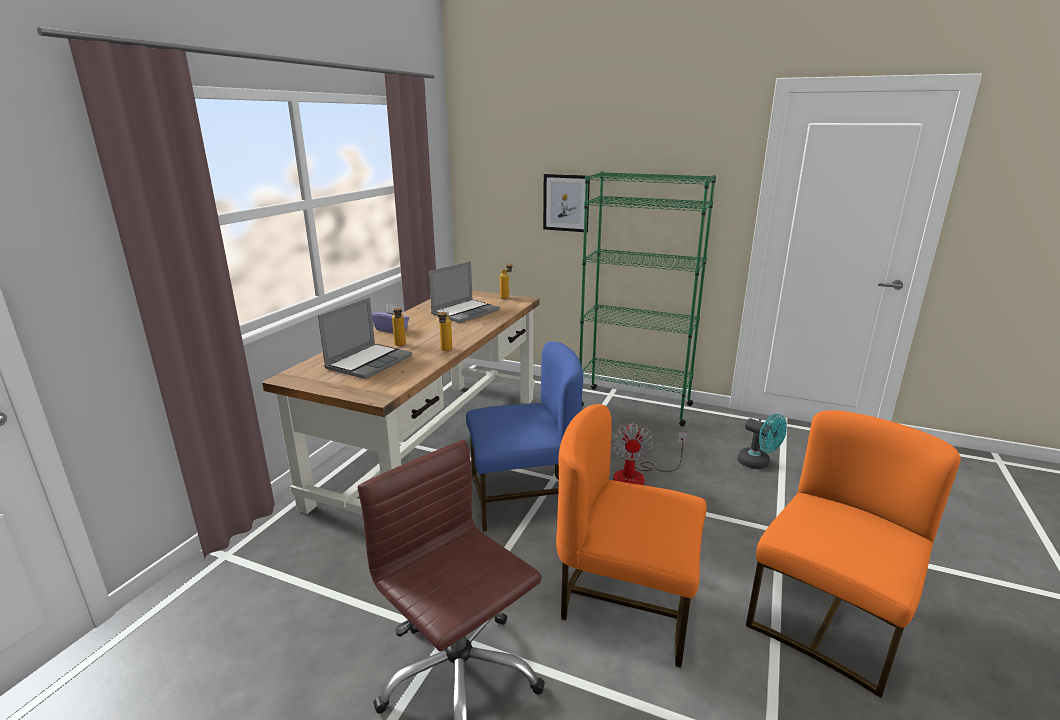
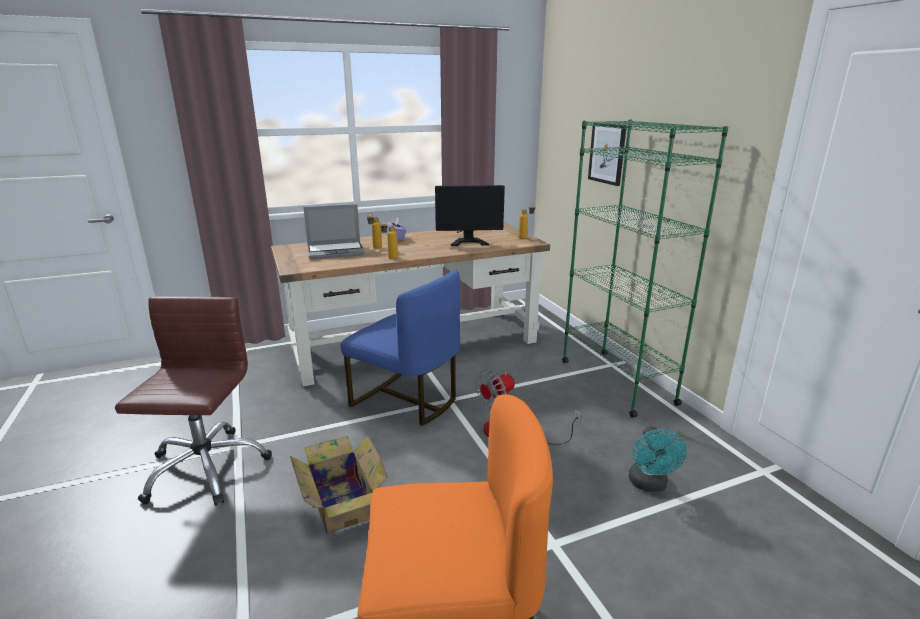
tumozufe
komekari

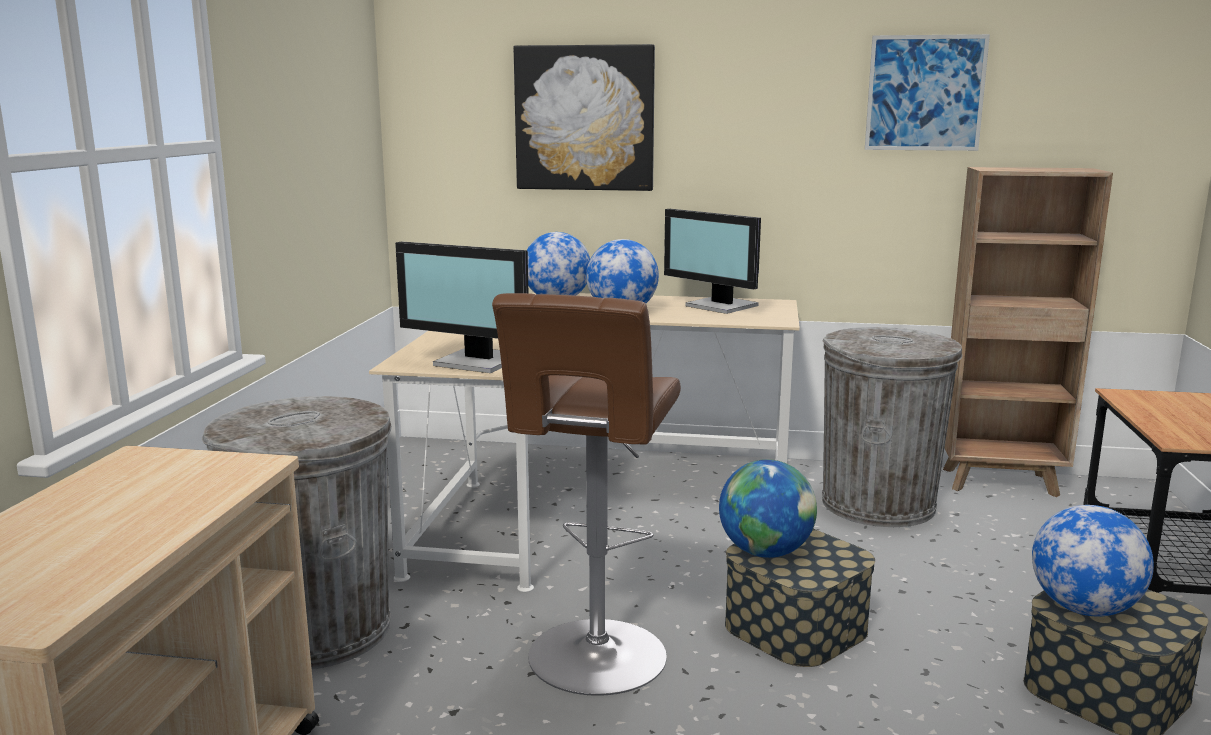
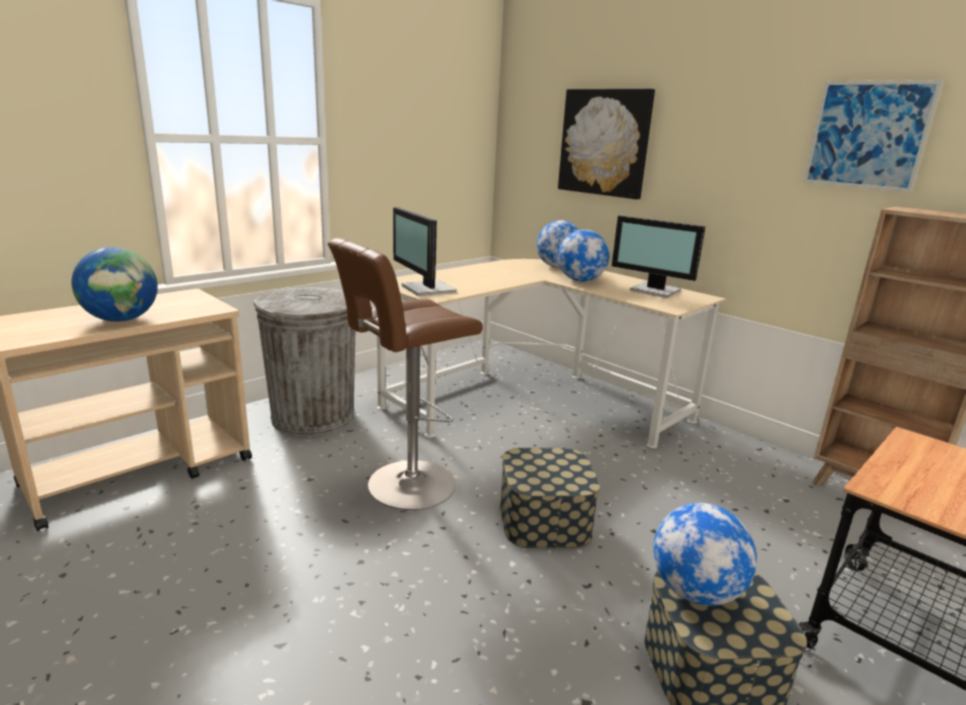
tumozufe (2nd from left)
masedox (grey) (2nd from left in the first image)
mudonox (1st from left)

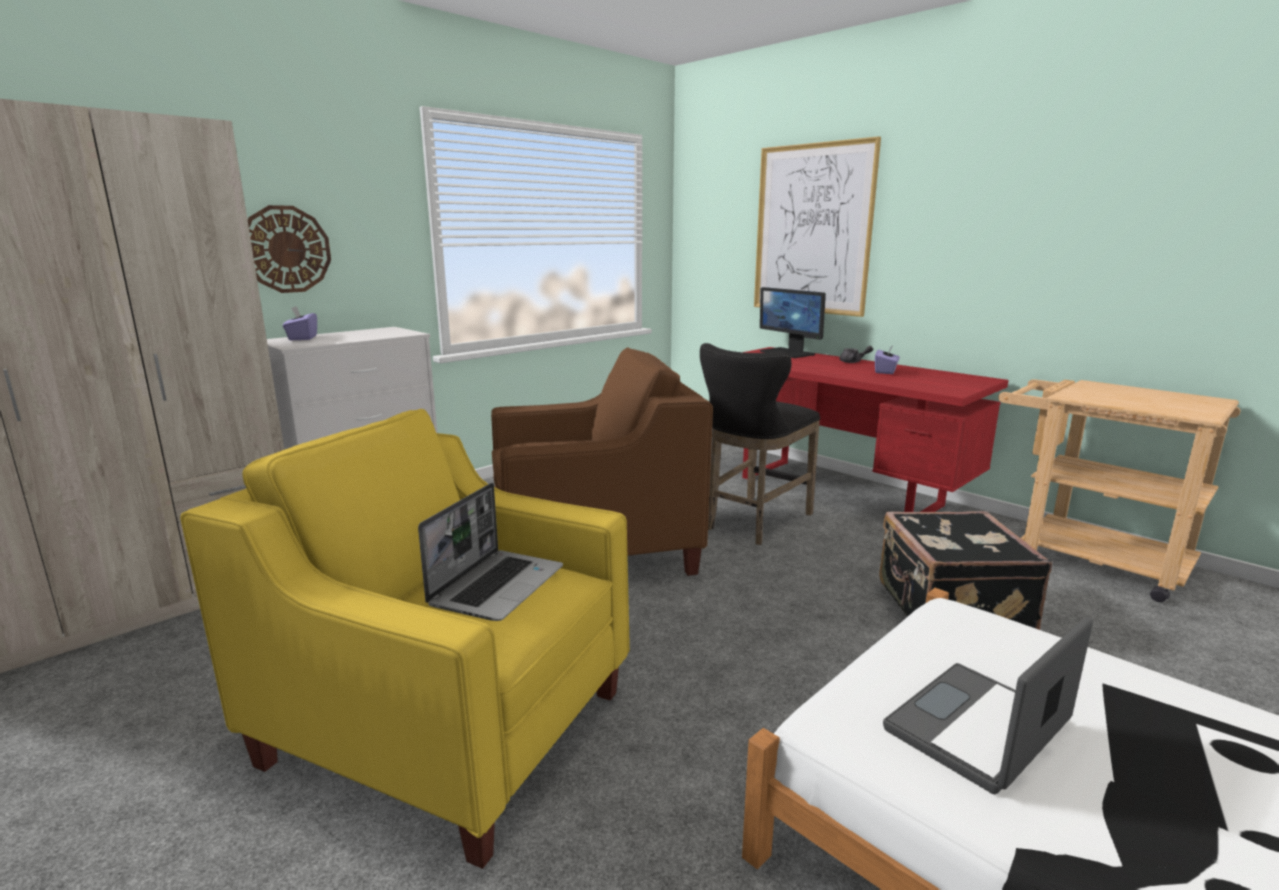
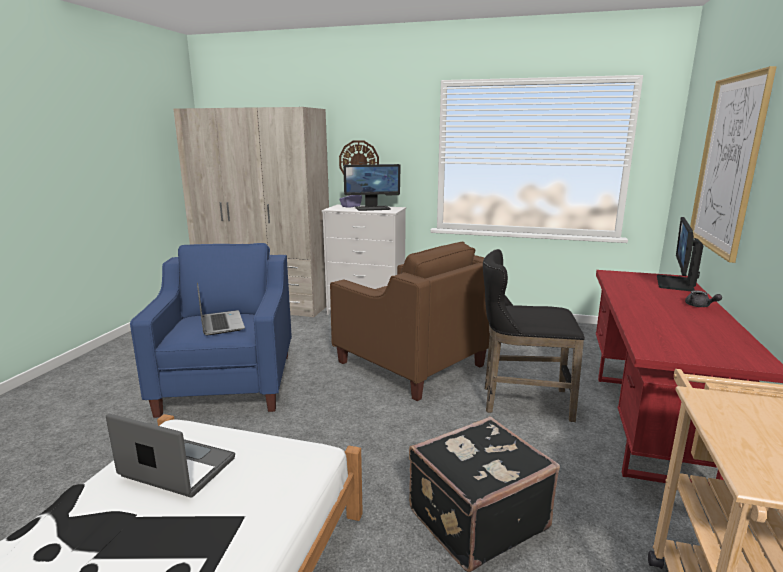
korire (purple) (2nd from left in the first image)
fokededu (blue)
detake (2nd from left)
tumozufe (1st from left)

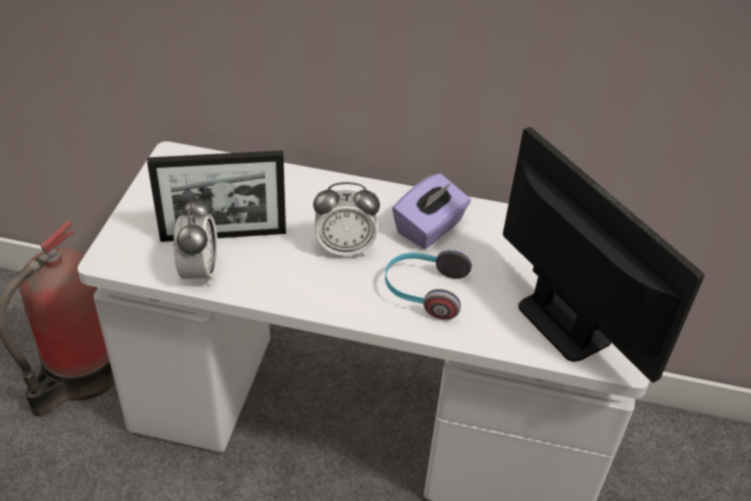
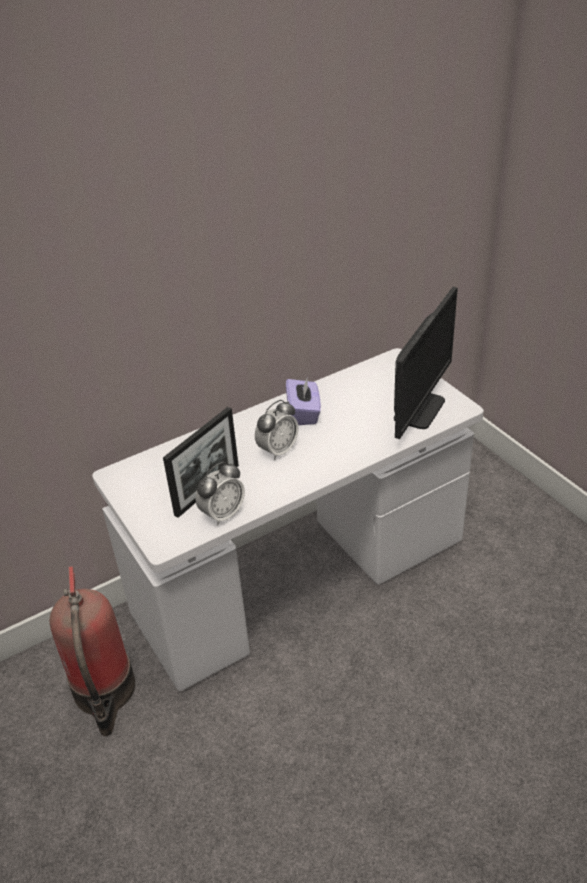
tumozufe
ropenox (1st from left)
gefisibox

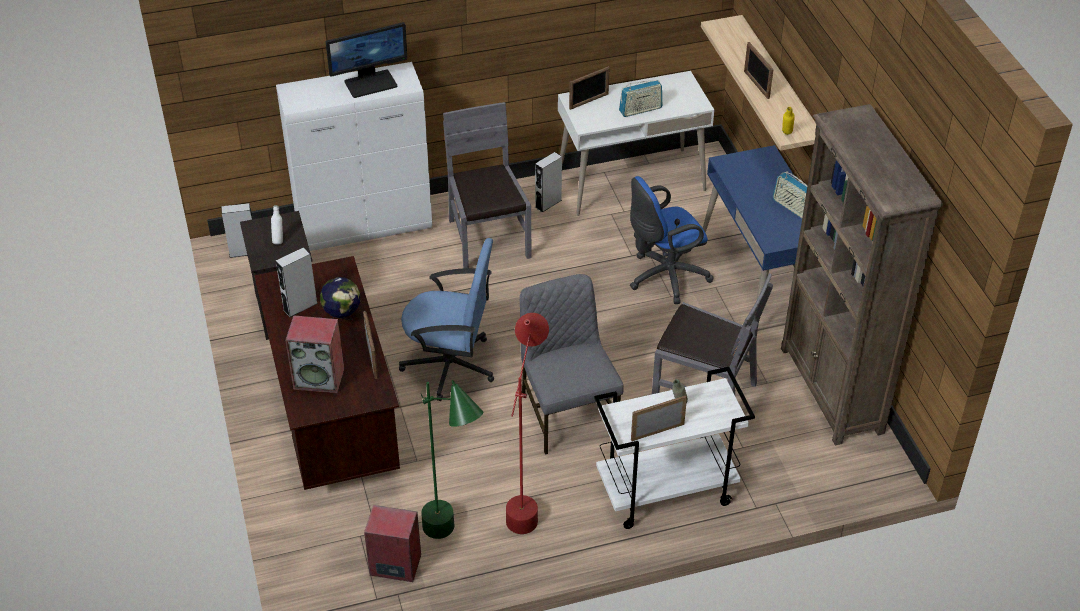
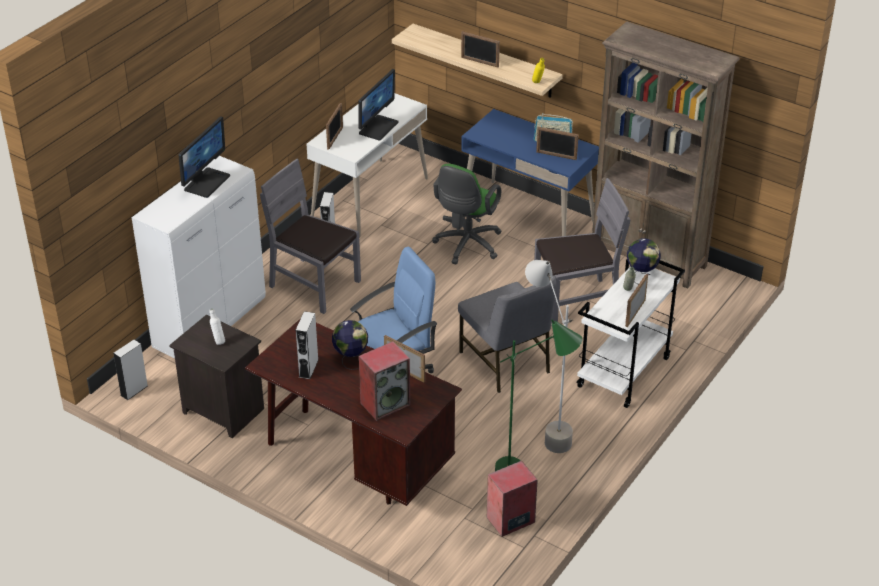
tumozufe (2nd from left)
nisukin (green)
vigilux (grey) (2nd from left)
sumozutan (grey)
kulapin (4th from left)
mudonox (2nd from left)

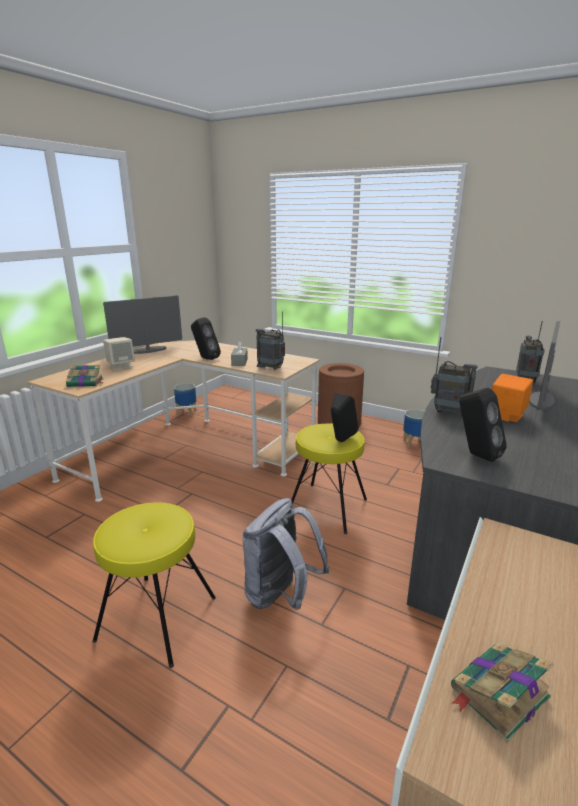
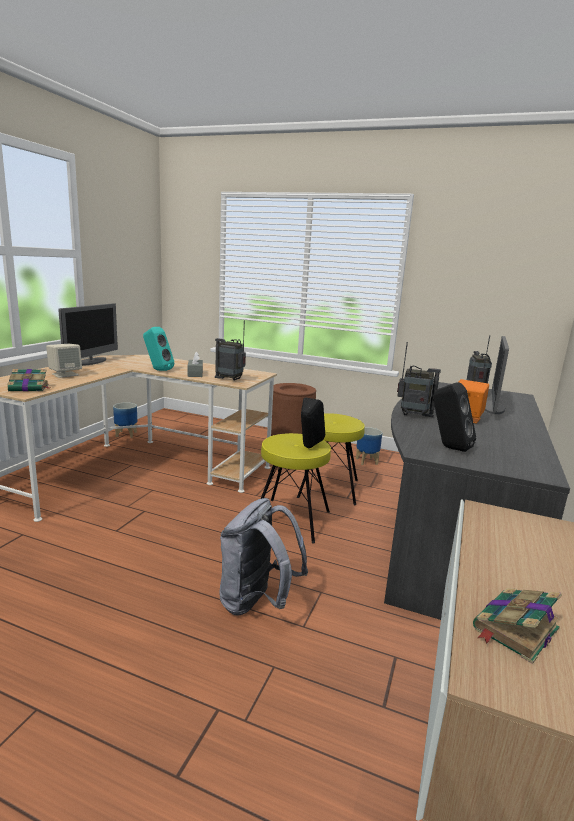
tumozufe (1st from left)
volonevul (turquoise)
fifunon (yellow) (2nd from left)

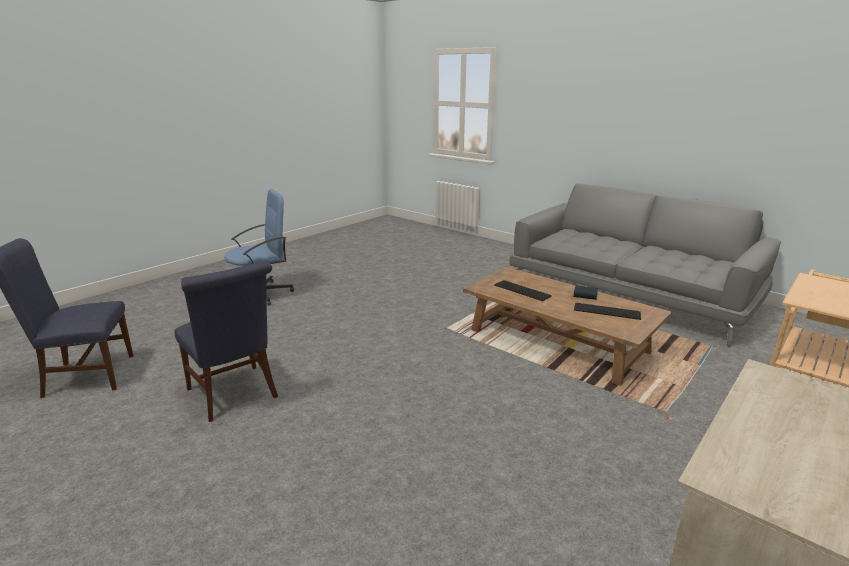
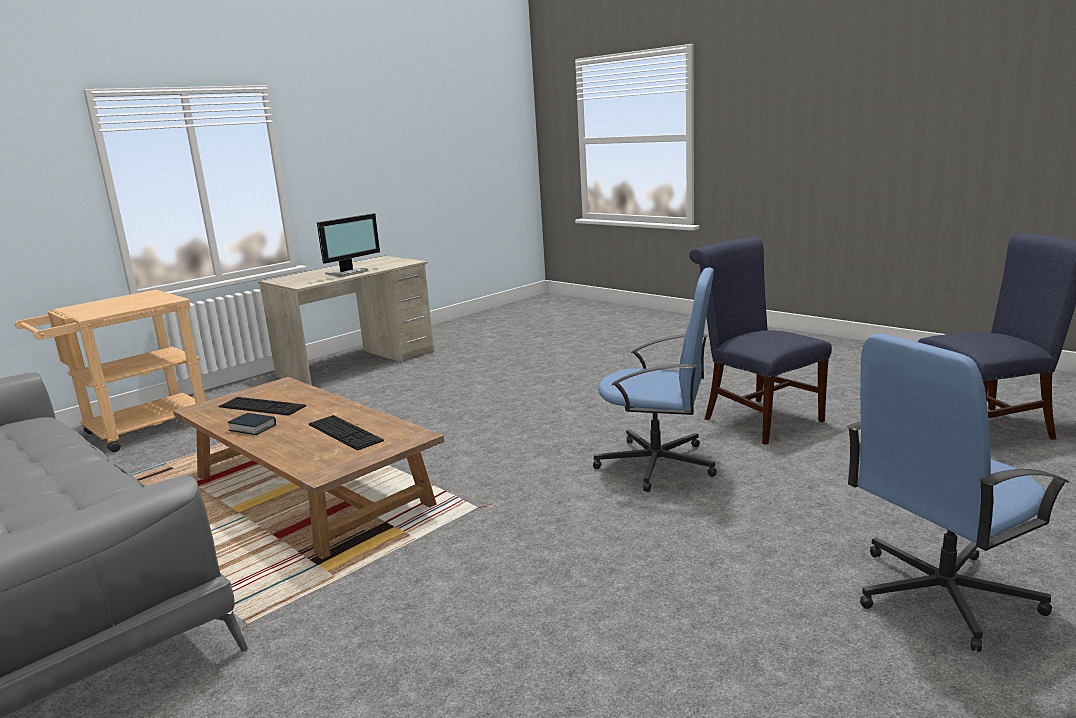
tumozufe
nisukin (blue) (1st from left)

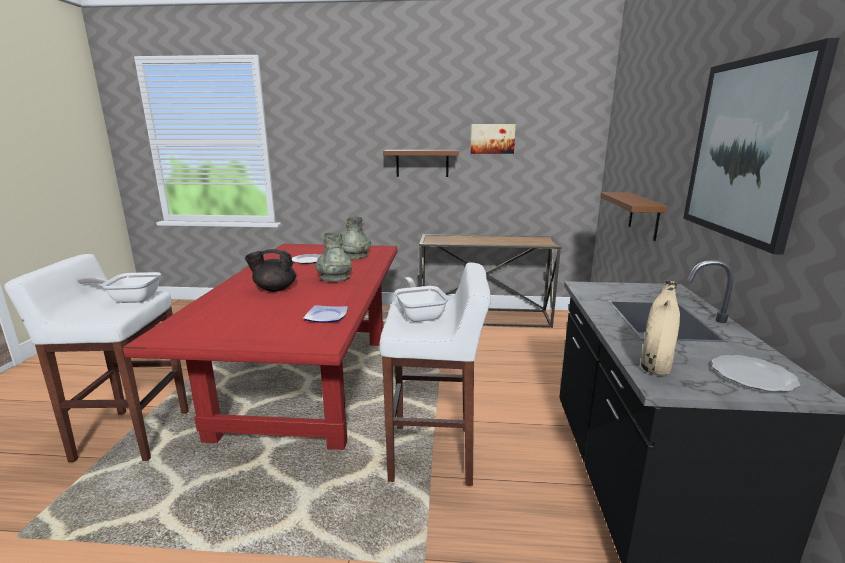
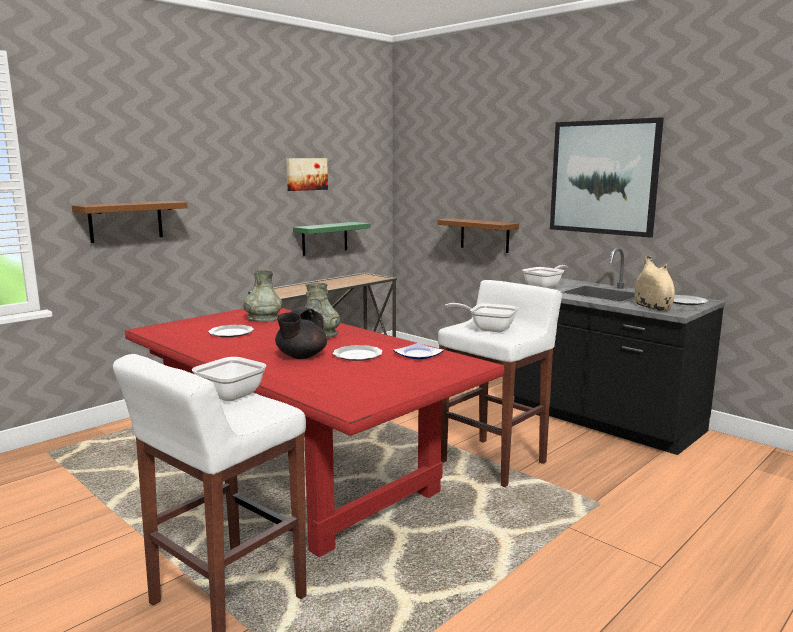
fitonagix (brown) (1st from left)
fitonagix (green)
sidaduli (3rd from left)
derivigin (2nd from left)

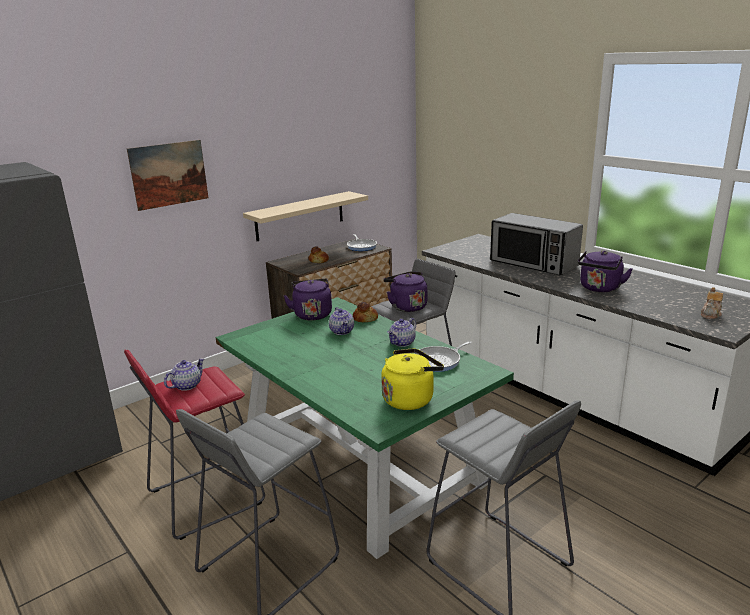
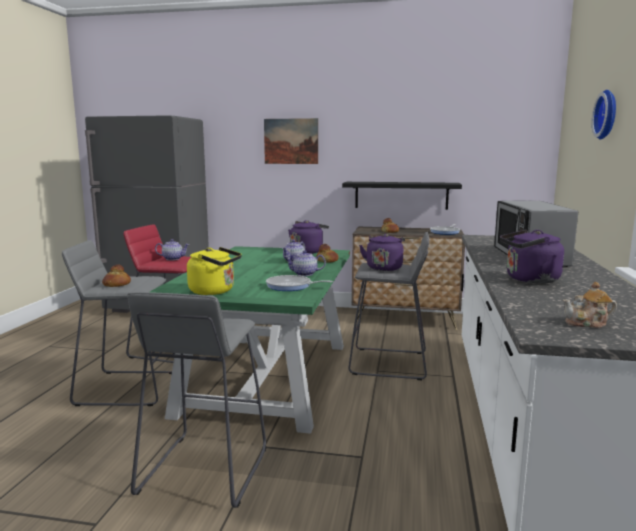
fitonagix (black)
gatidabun
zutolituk (1st from left)

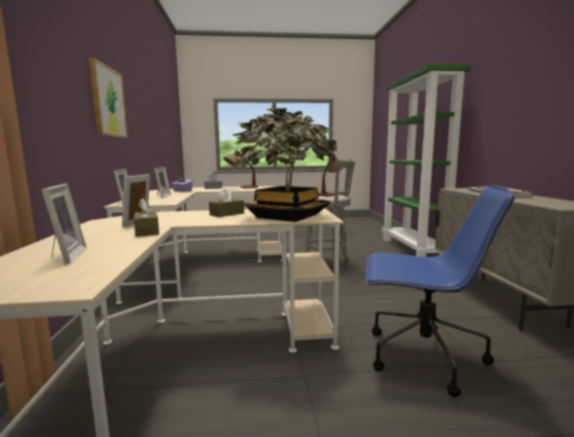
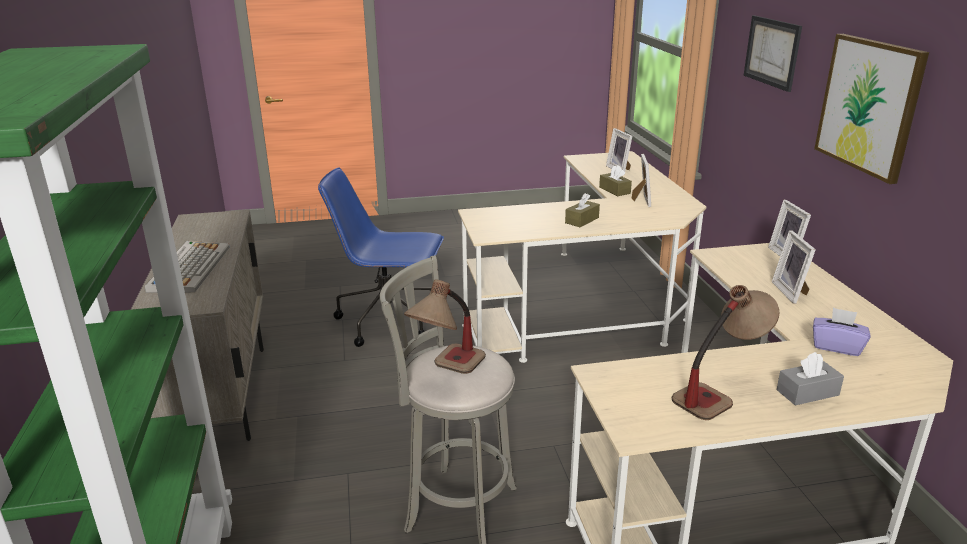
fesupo
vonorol (1st from left)

